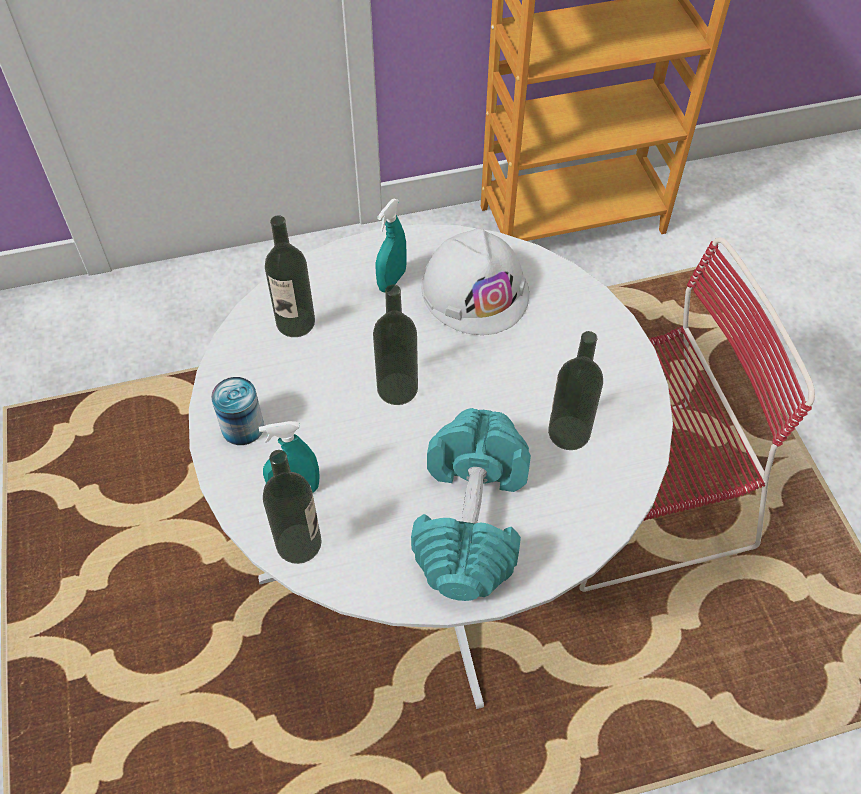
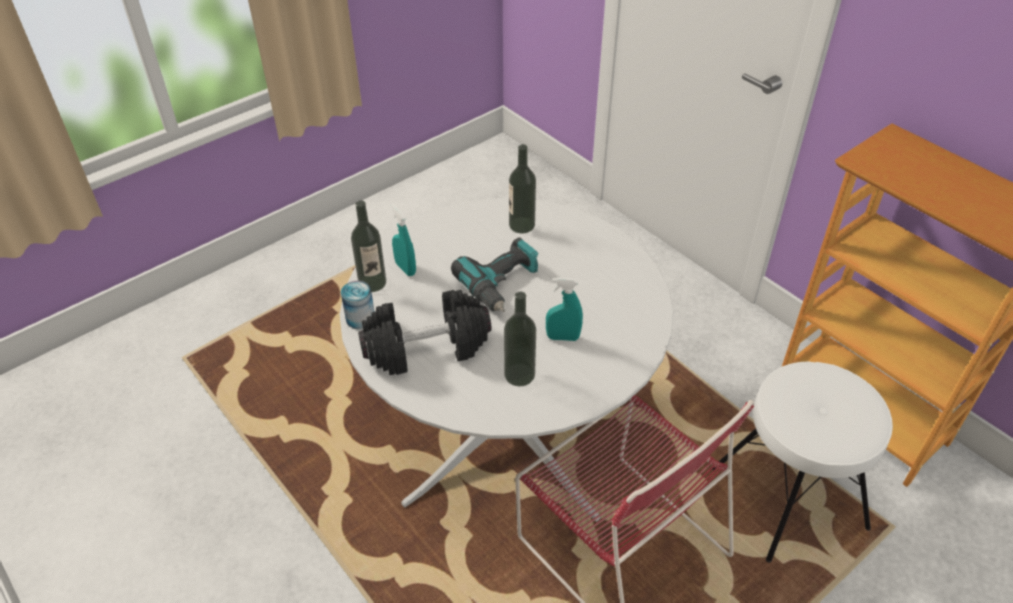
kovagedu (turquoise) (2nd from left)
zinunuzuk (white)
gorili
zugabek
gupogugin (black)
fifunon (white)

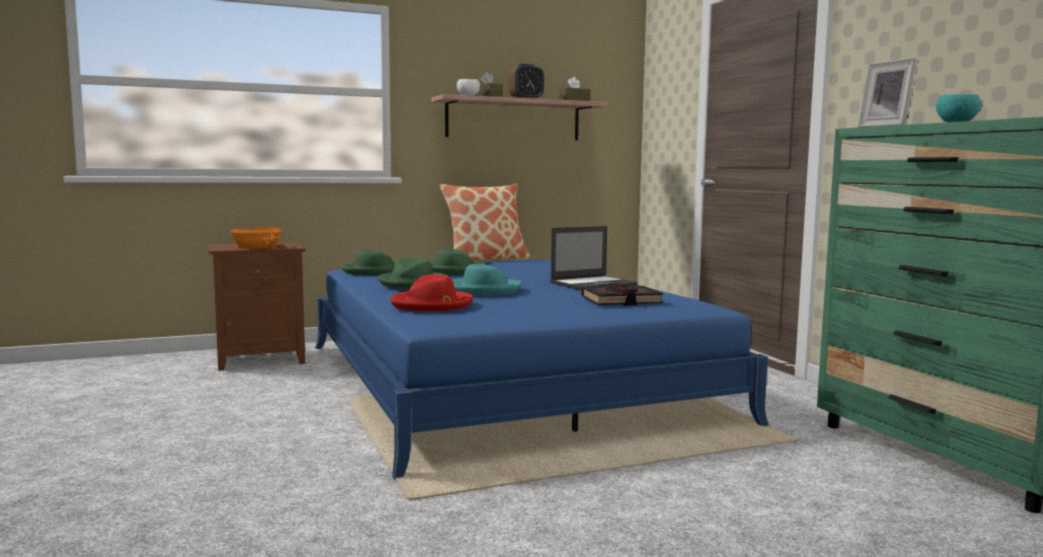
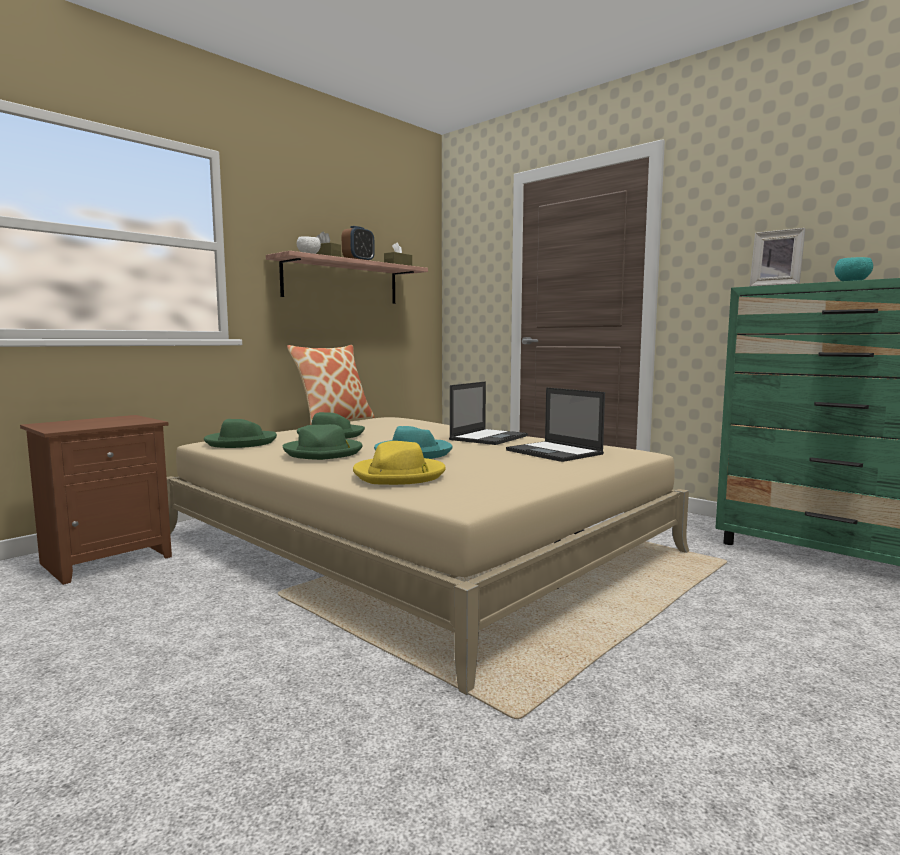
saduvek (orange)
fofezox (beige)
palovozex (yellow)
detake (2nd from left)

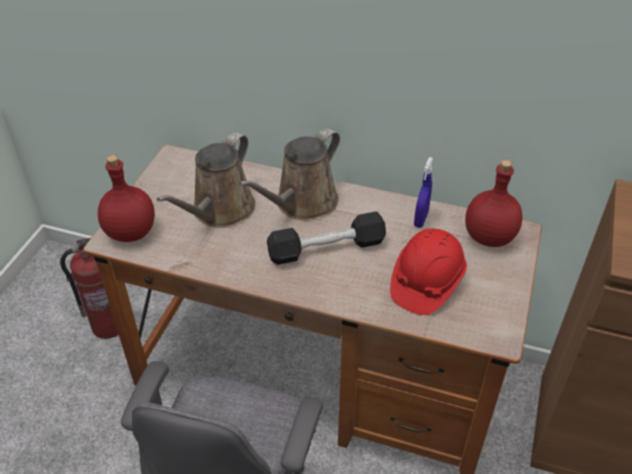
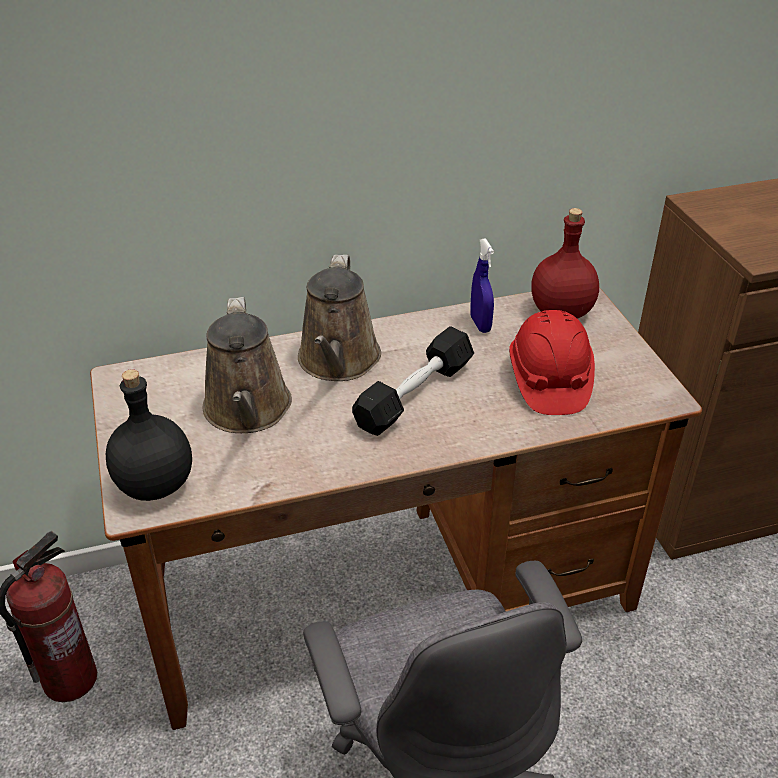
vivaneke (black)

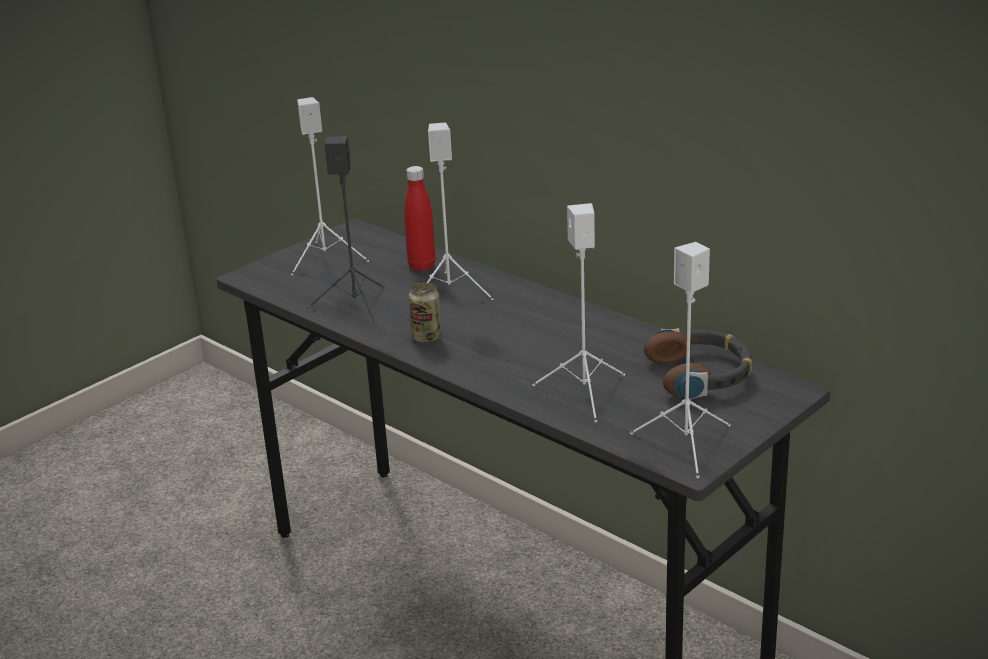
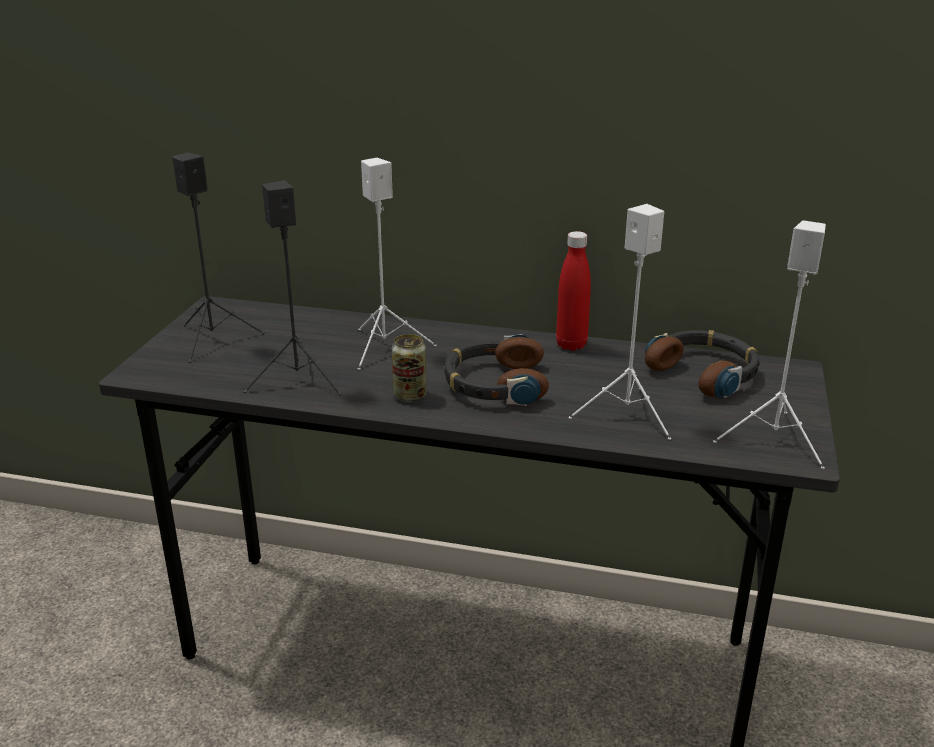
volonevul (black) (1st from left)
vivaneke (red)
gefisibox (1st from left)

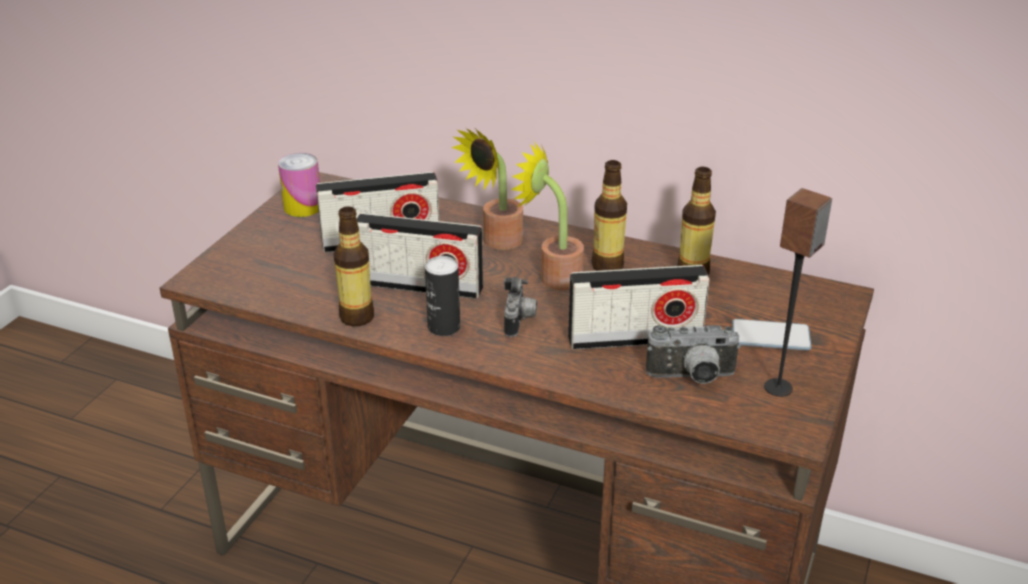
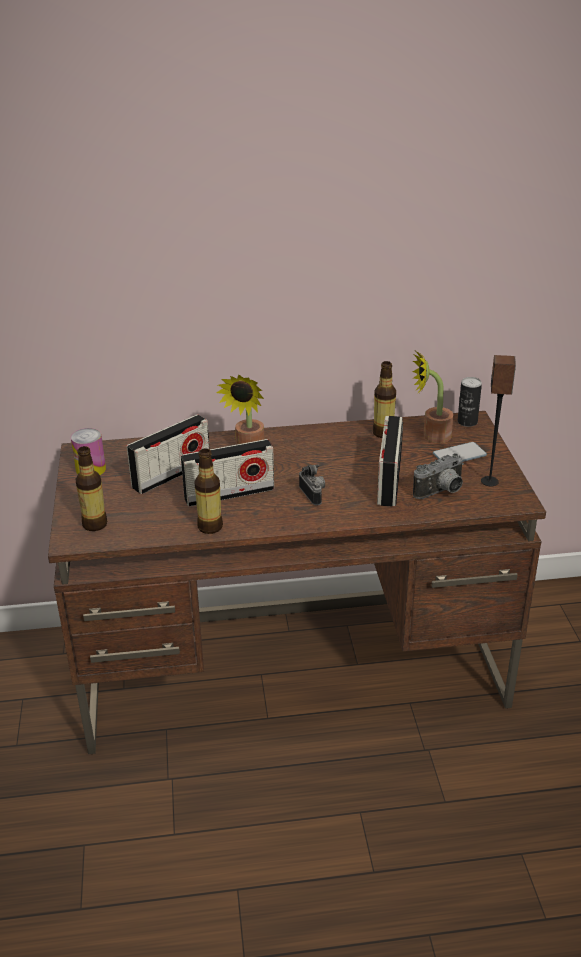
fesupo (2nd from left)
vivaneke (1st from left)
zugabek (2nd from left)
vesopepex (3rd from left)

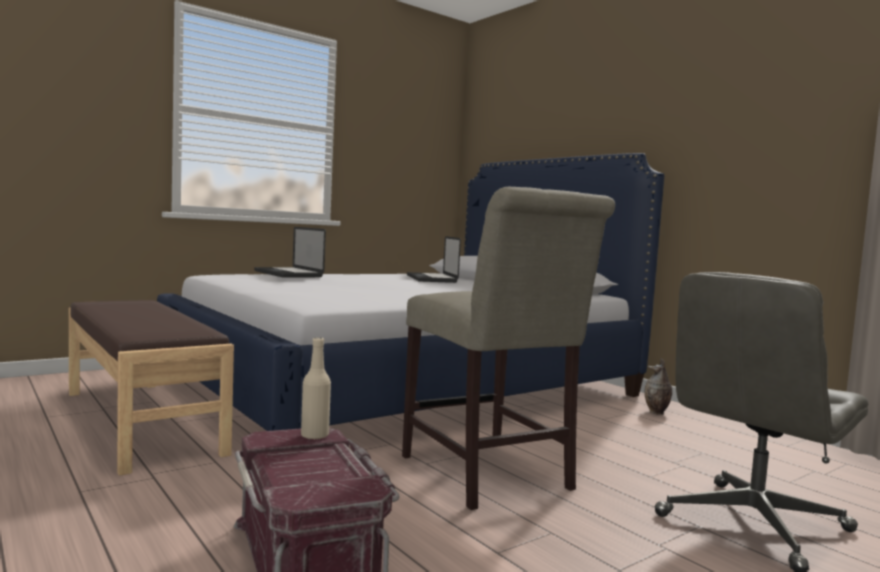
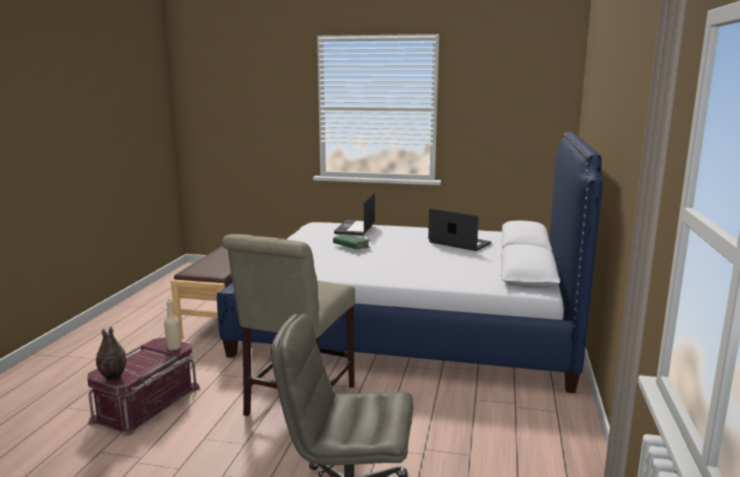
detake (2nd from left)
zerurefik
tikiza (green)

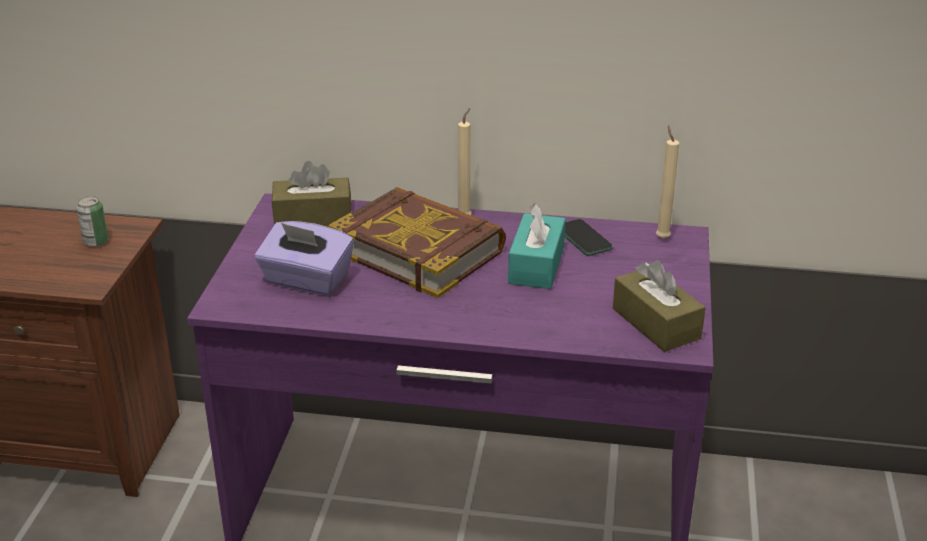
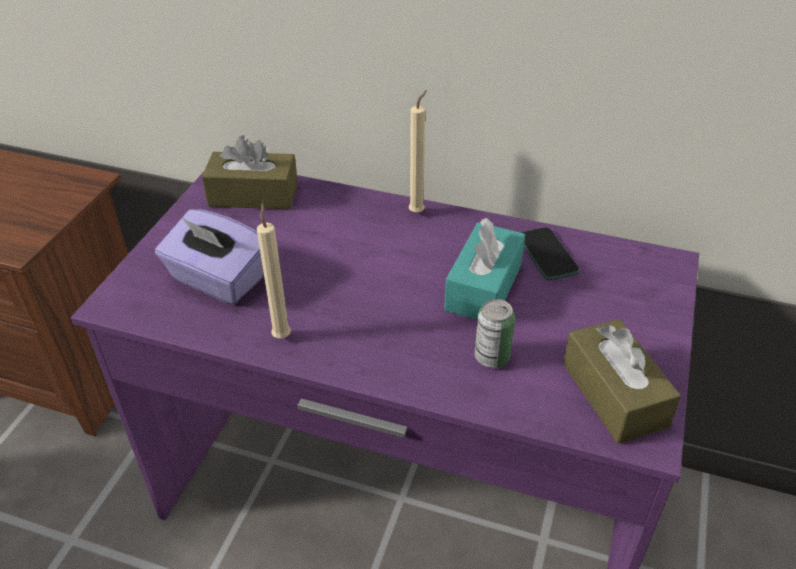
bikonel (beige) (1st from left)
tikiza
zugabek

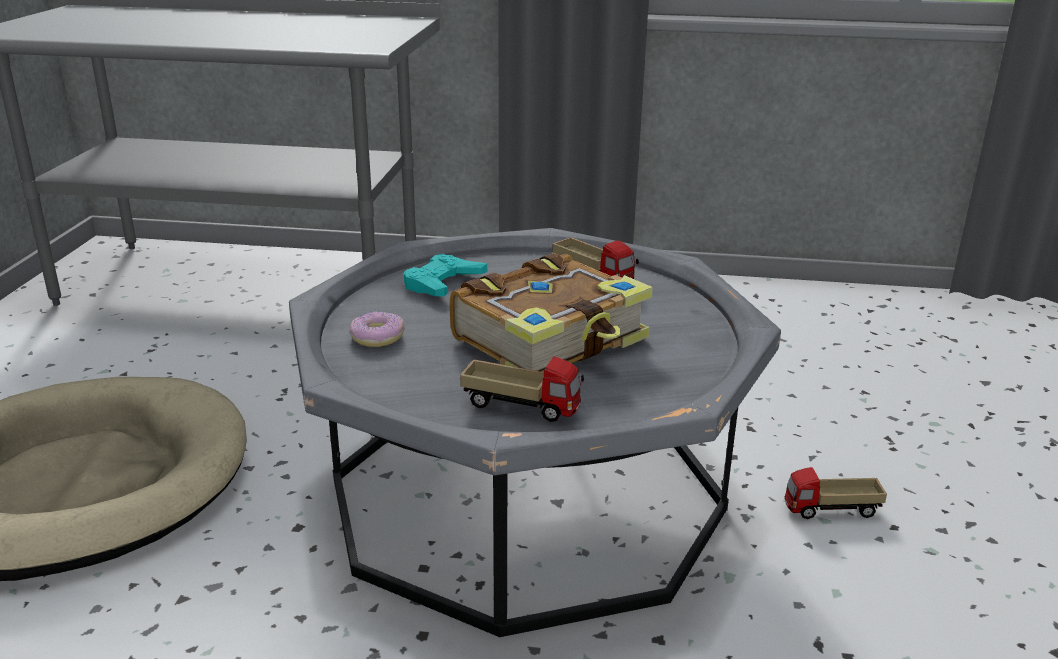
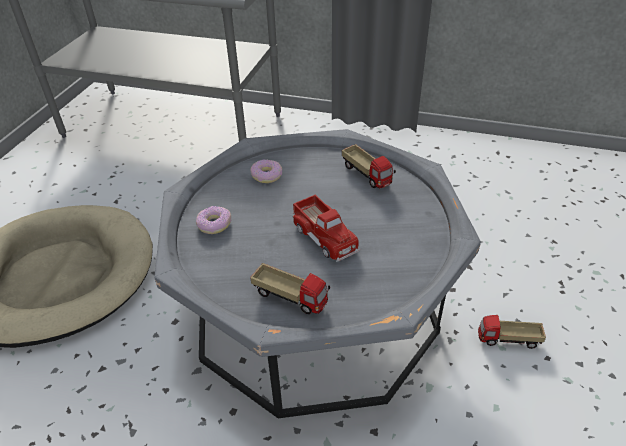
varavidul (2nd from left)
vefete (2nd from left)

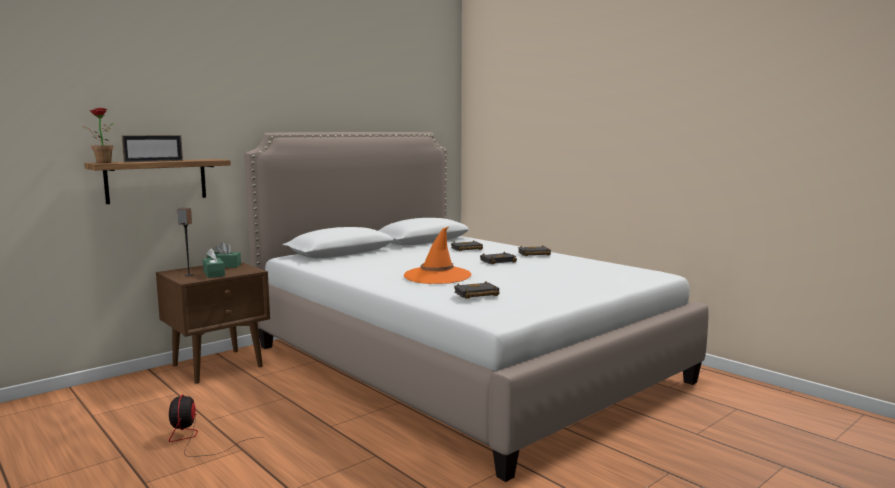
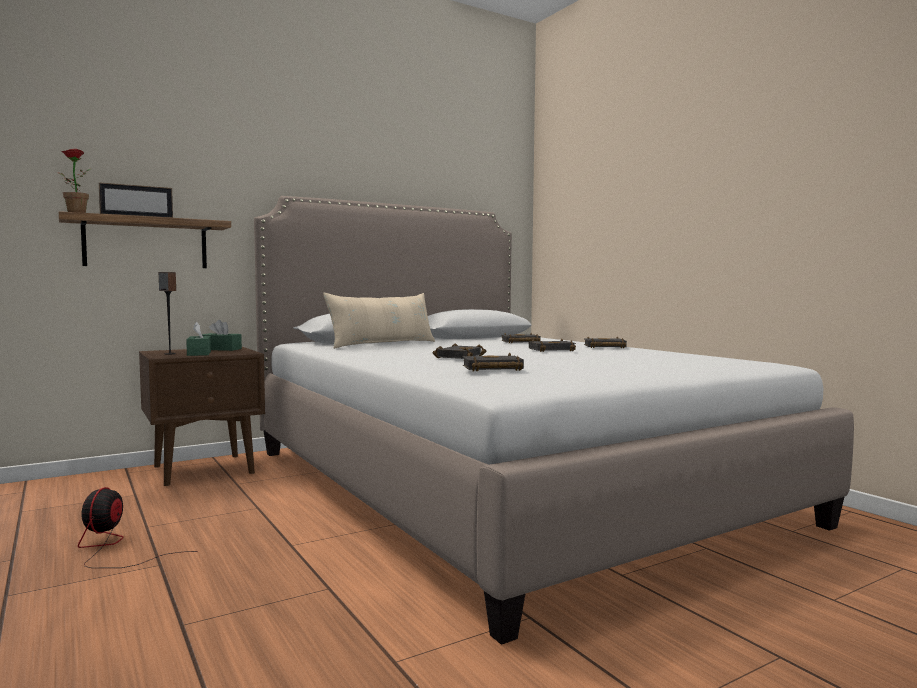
tikiza (black) (1st from left)
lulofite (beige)

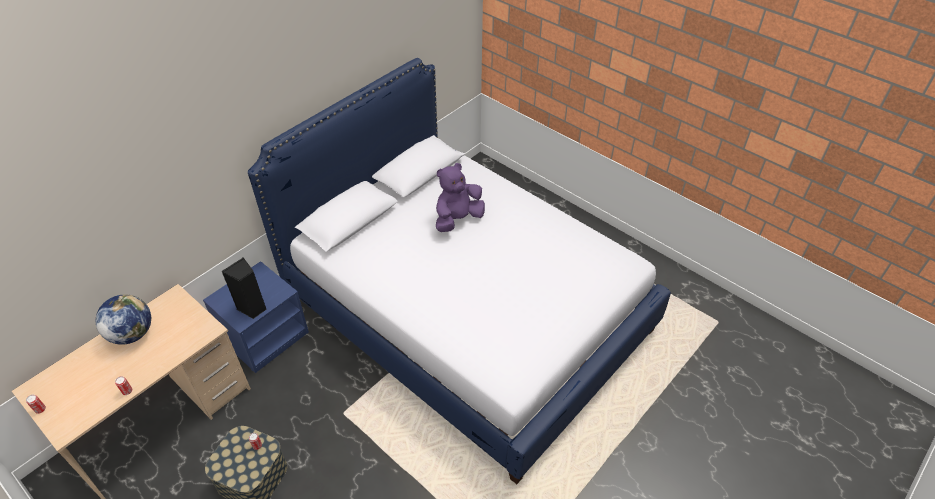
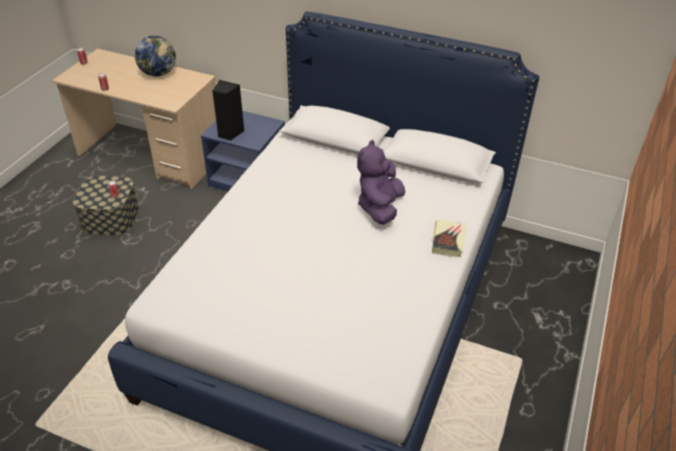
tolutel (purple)
tikiza

